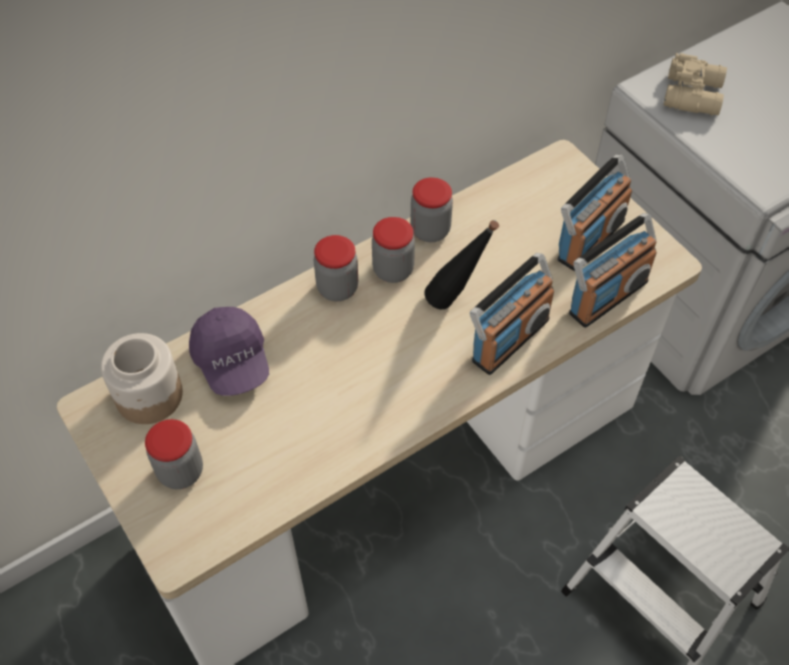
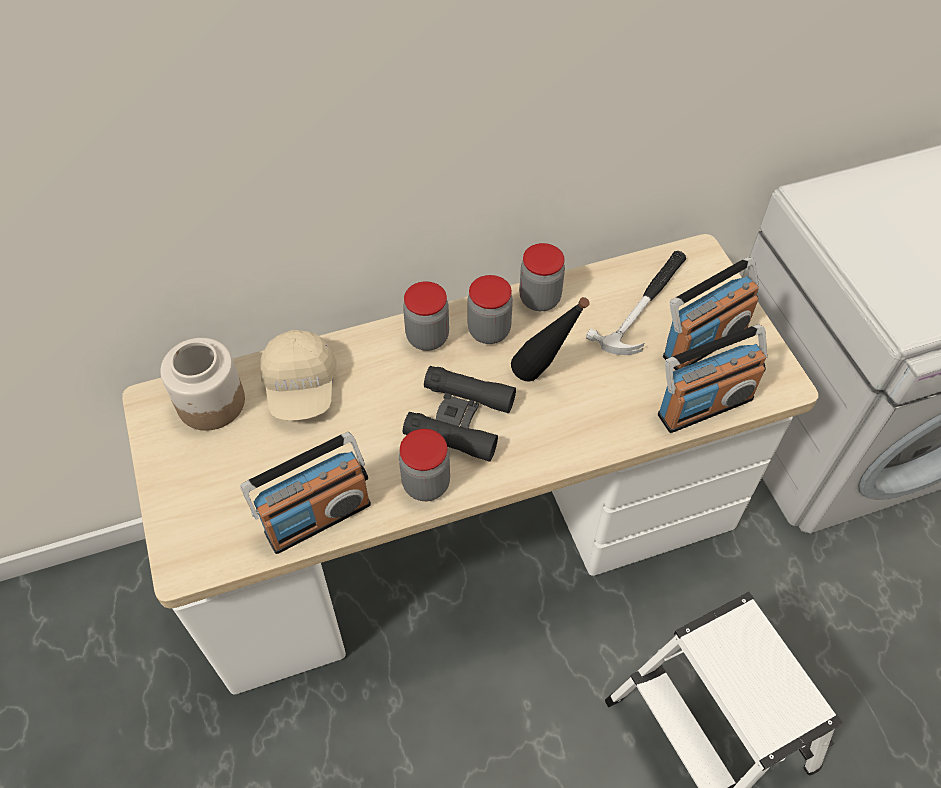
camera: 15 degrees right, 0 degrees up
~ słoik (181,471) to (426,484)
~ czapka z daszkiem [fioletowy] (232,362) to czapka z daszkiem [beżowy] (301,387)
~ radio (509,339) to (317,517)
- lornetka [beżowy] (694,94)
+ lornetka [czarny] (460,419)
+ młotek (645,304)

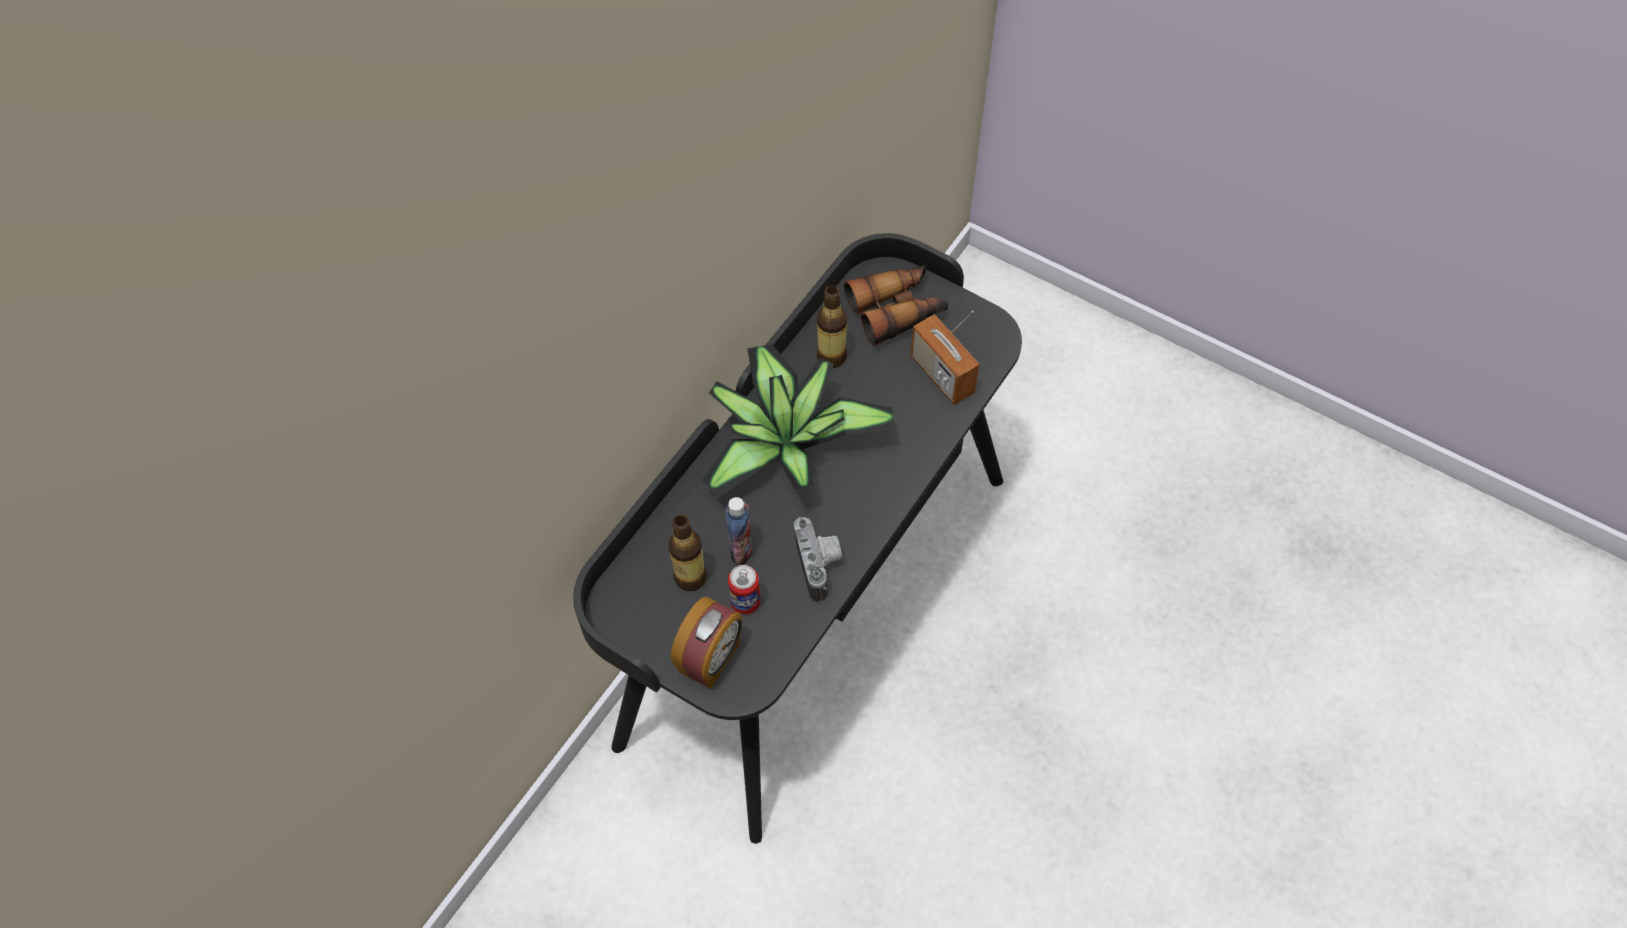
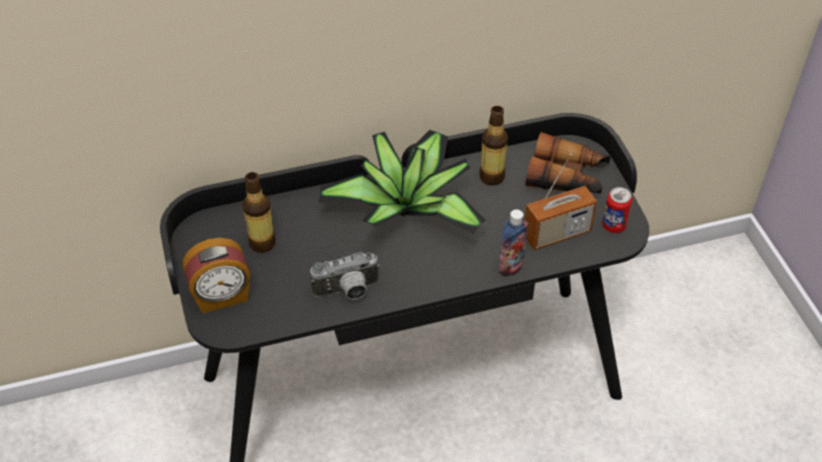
camera: 40 degrees right, 10 degrees down
~ butelka (741,550) to (511,267)
~ puszka (745,602) to (613,226)
~ aparat fotograficzny (820,566) = (348,292) 45 degrees clockwise
~ radio (942,375) = (557,234) 120 degrees counterclockwise

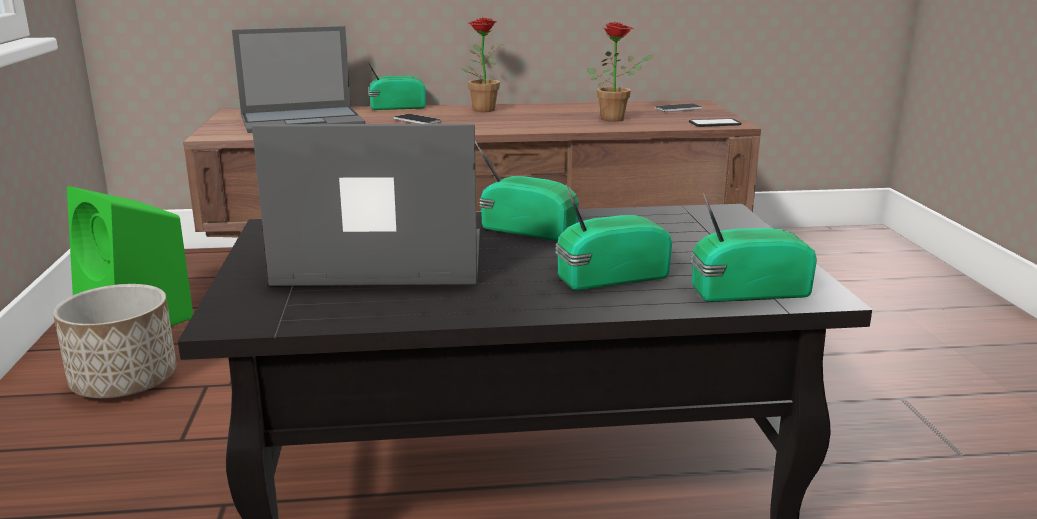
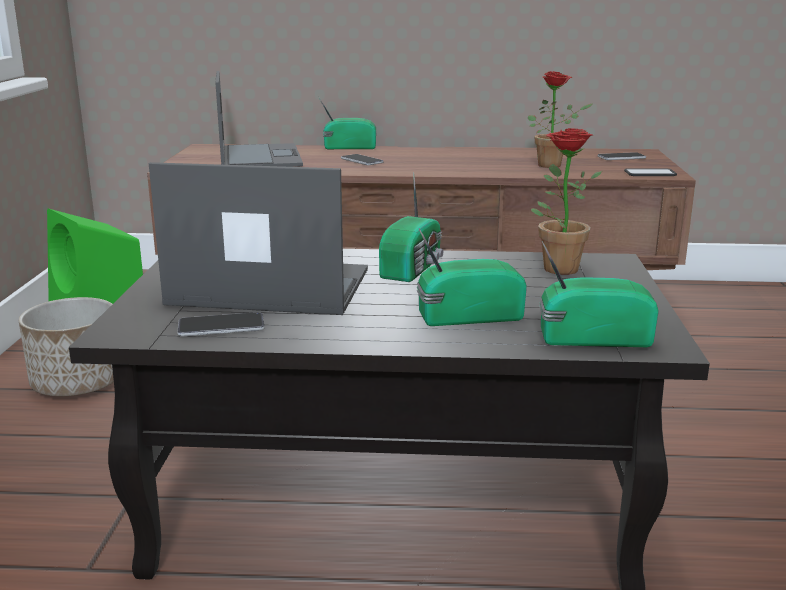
camera: 10 degrees right, 0 degrees up
~ laptop (303,120) = (259,157) 90 degrees counterclockwise
~ roślina doniczkowa (481,109) to (556,267)
~ radio (527,229) = (414,268) 75 degrees clockwise
+ telefon (221,326)

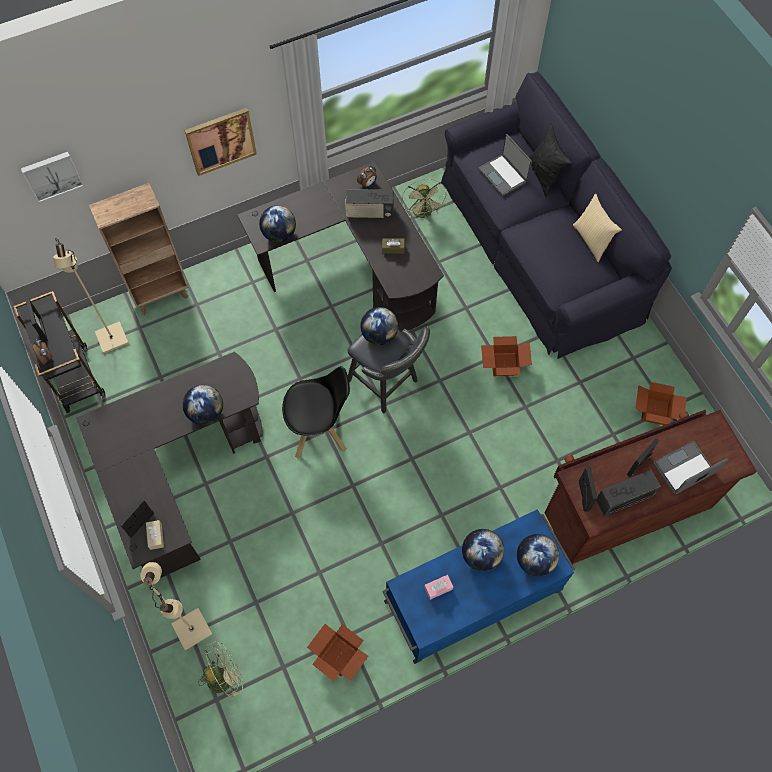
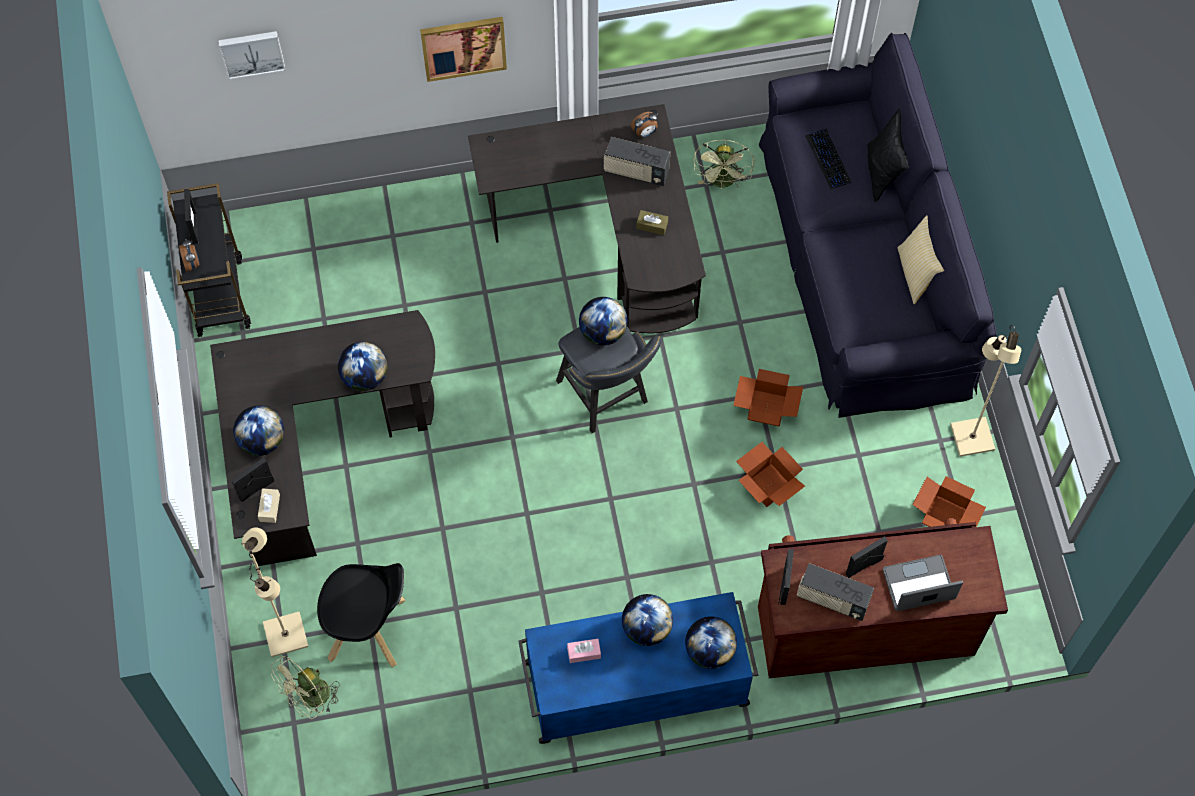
camera: 15 degrees right, 0 degrees up
~ lampa stojąca [beżowy] (112,337) to (972,437)
- regał [brązowy] (162,295)
~ wentylator [zielony] (224,676) = (310,698) 150 degrees clockwise
~ globus (279,234) to (262,440)
~ krzesło [czarny] (319,429) to (369,629)
~ karton (338,655) to (768,484)
~ laptop (503,175) to klawiatura (828,159)
~ radio (623,497) = (832,600) 150 degrees counterclockwise

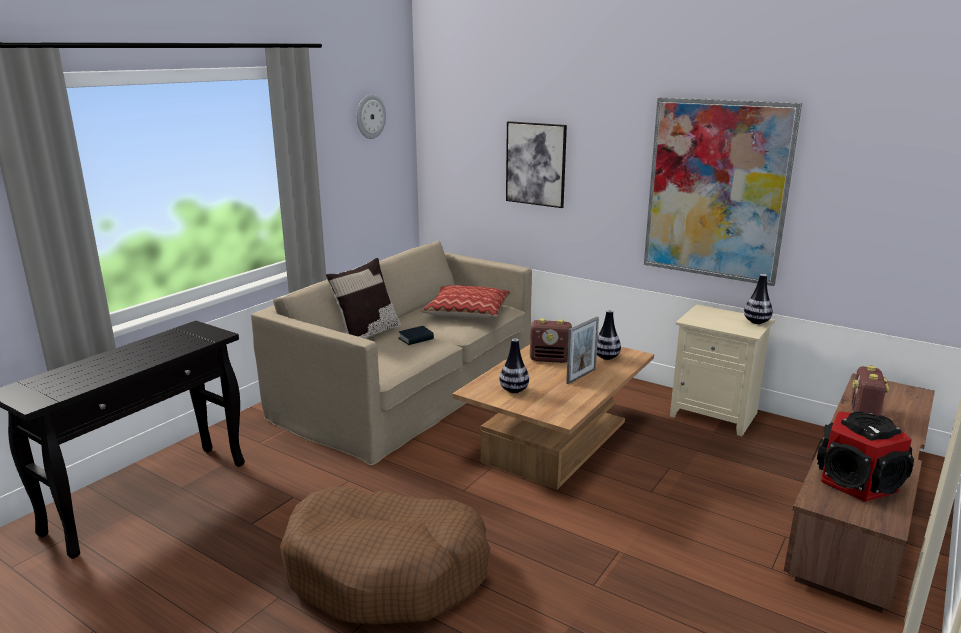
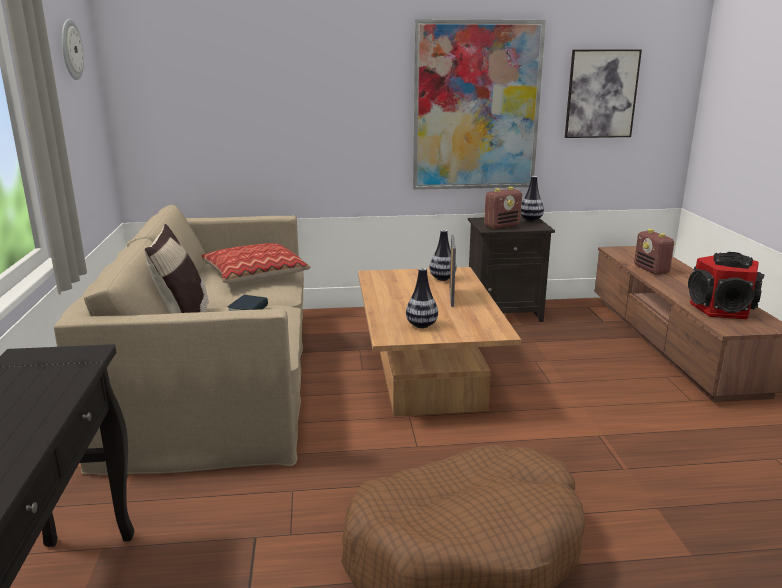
camera: 40 degrees left, 0 degrees up
~ obraz (536,164) to (601,94)
~ radio (550,359) to (502,226)
~ szafka nocna [beżowy] (715,414) to szafka nocna [czarny] (505,312)

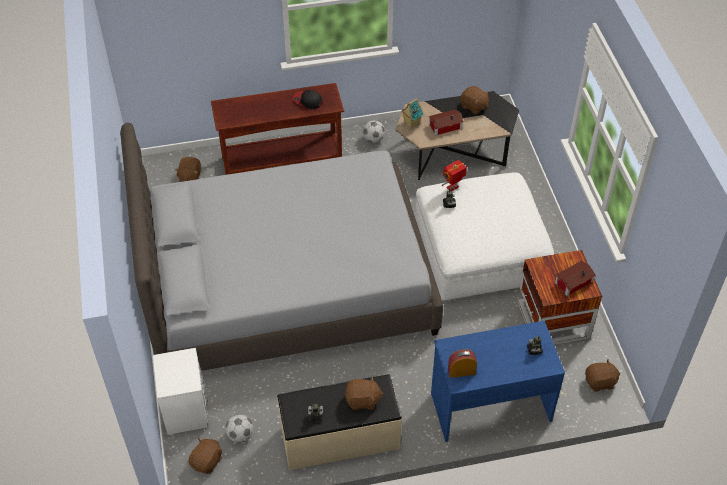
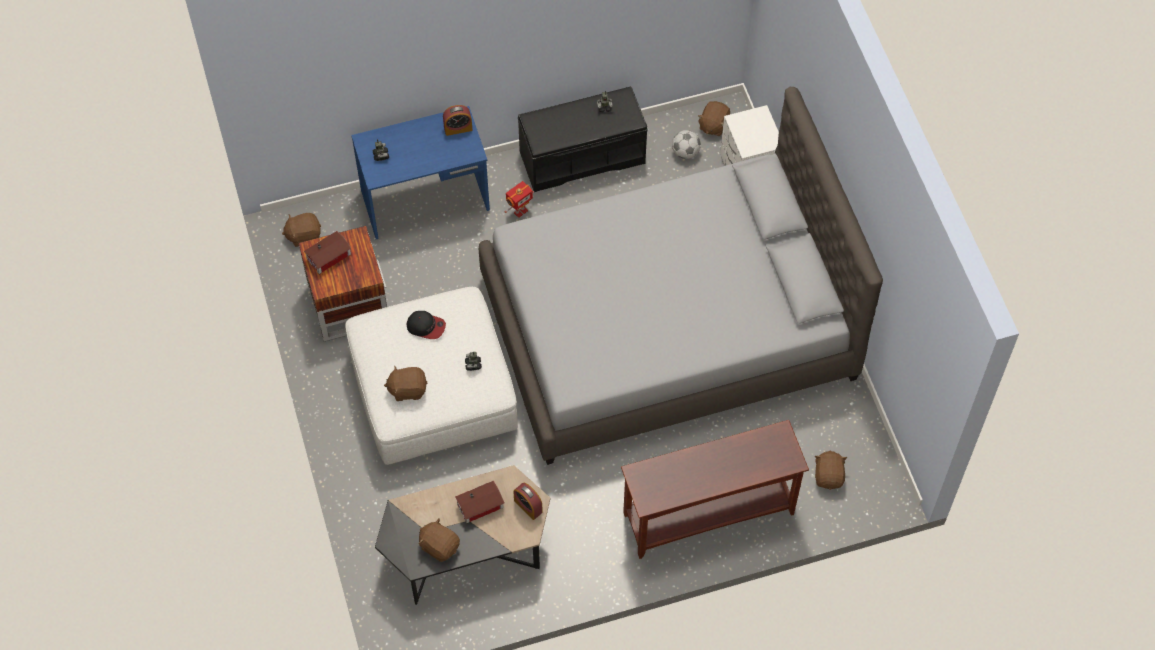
camera: 175 degrees right, 10 degrees up
~ ławka [beżowy] (340,438) to ławka [czarny] (582,156)
~ czapka z daszkiem (307,101) to (426,326)
~ pluszak [brązowy] (363,400) to (407,389)
- piłka futbolowa (373,139)
~ domek (411,124) to budzik (528,506)
~ robot zabawkowy (453,188) to (520,211)

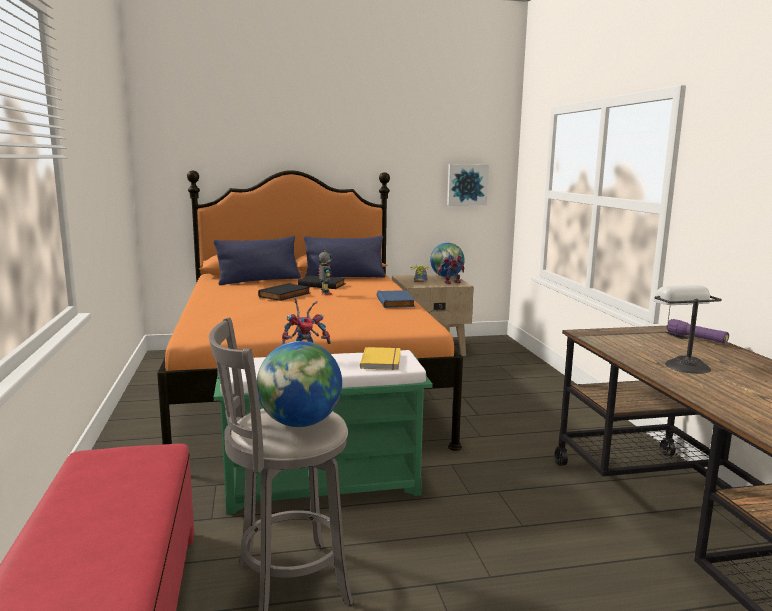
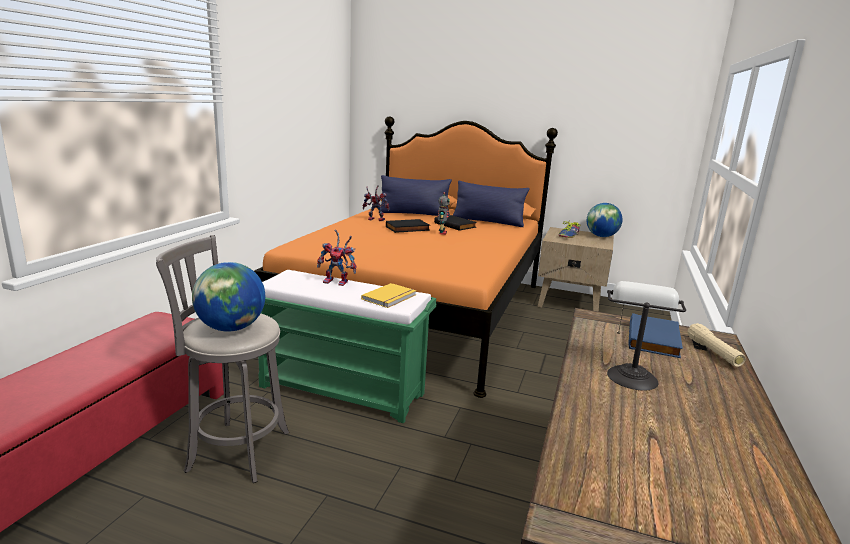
camera: 30 degrees right, 5 degrees up
~ książka [niebieski] (396,302) to (655,340)
~ robot zabawkowy (451,283) to (374,220)
- obraz (466,184)
~ latarka [fioletowy] (696,339) to latarka [beżowy] (713,353)

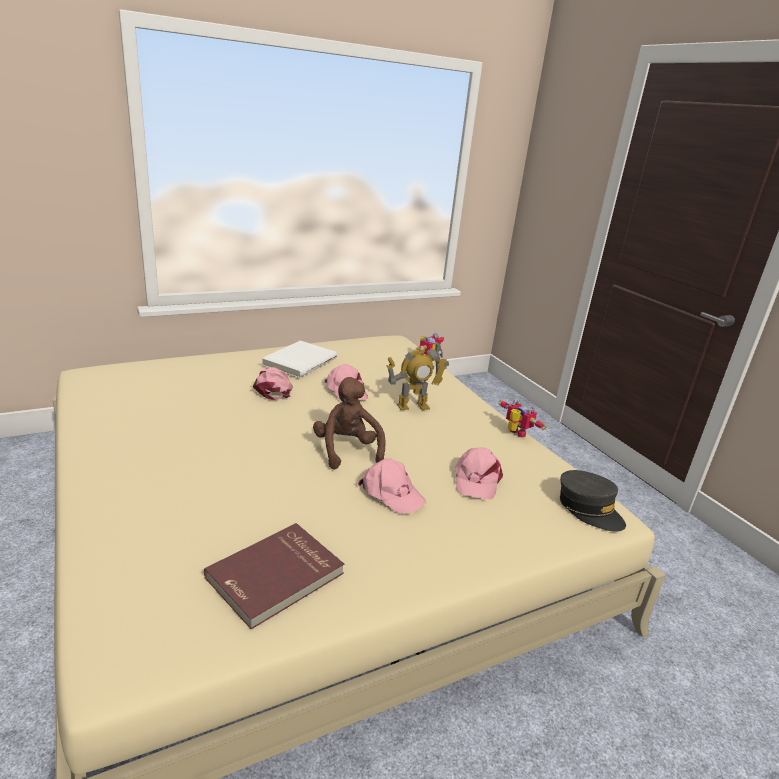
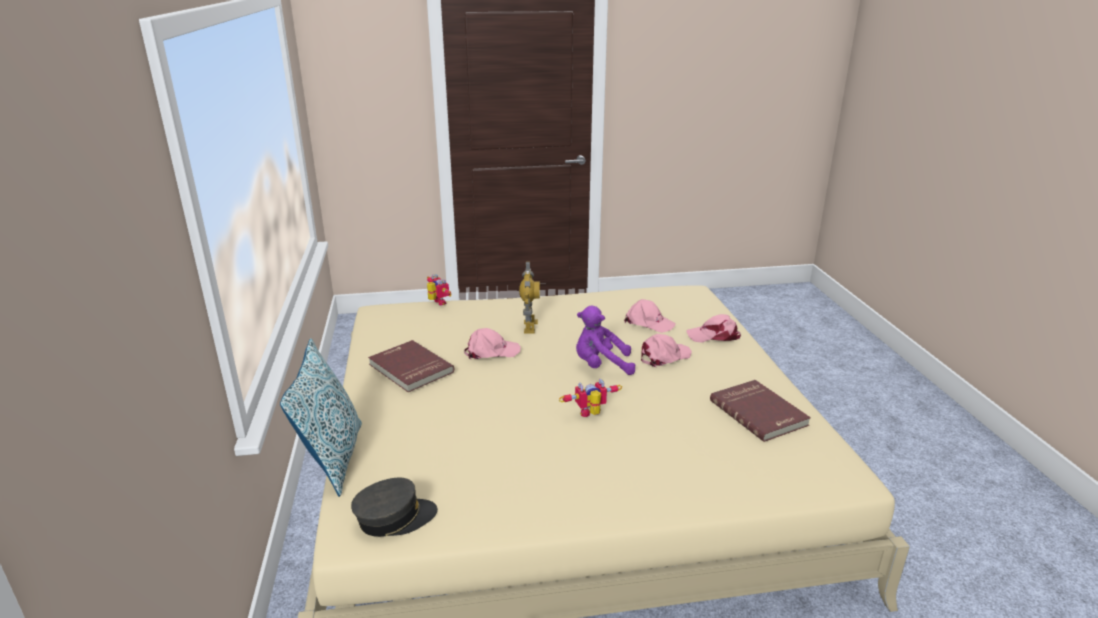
camera: 70 degrees left, 0 degrees up
~ czapka z daszkiem [różowy] (273,388) to (714,336)
~ książka [biały] (298,361) to książka [czerwony] (409,369)
~ pluszak [brązowy] (347,450) to pluszak [fioletowy] (601,366)
~ robot zabawkowy (515,433) to (591,415)
~ czapka z daszkiem [szary] (589,509) to (395,518)
+ poduszka (333,458)

